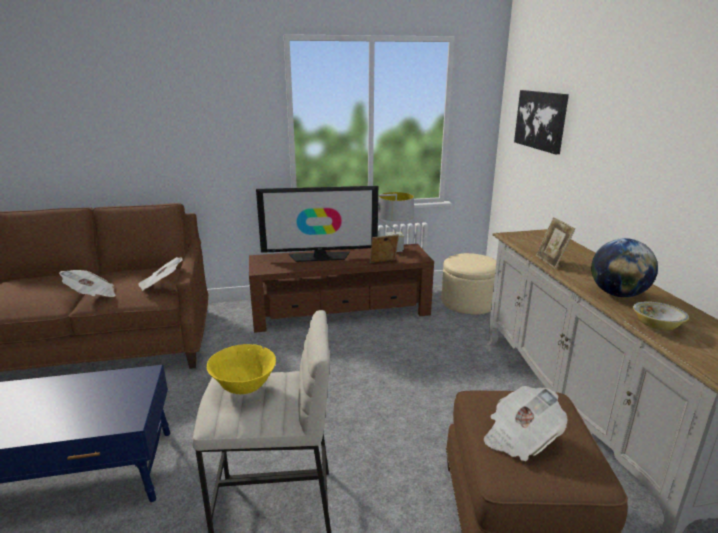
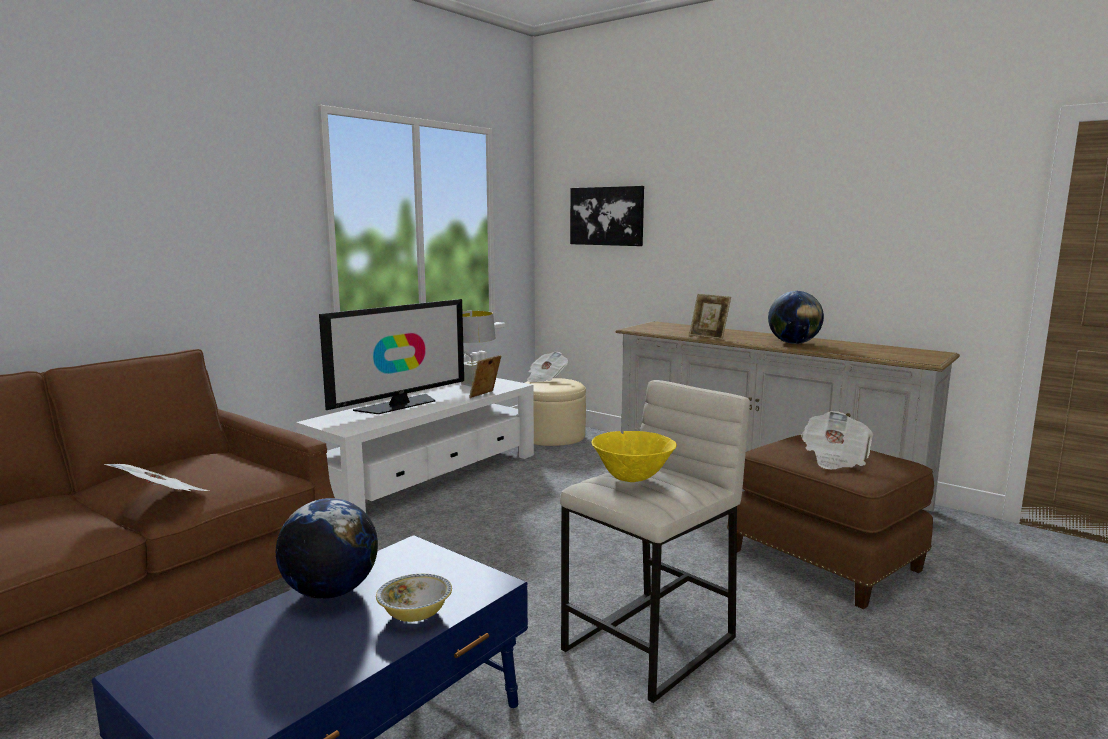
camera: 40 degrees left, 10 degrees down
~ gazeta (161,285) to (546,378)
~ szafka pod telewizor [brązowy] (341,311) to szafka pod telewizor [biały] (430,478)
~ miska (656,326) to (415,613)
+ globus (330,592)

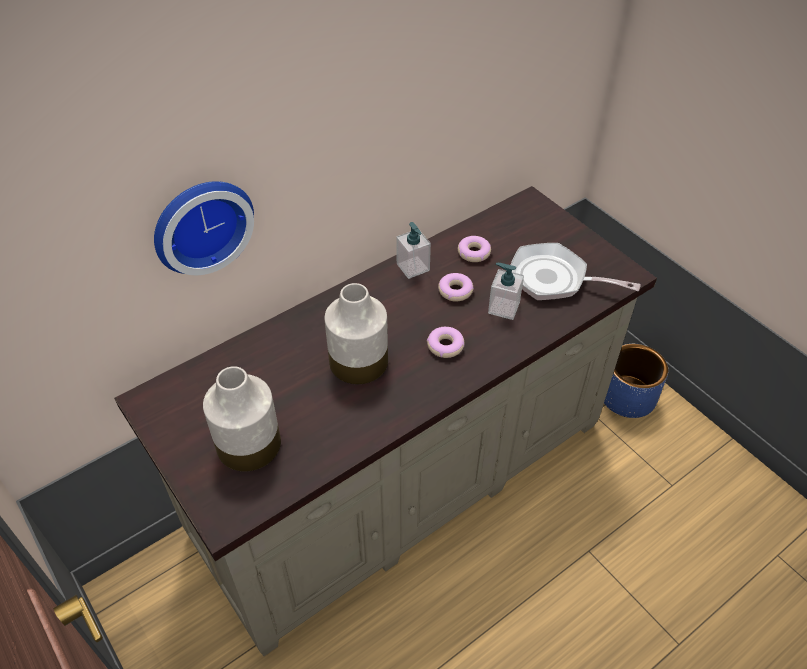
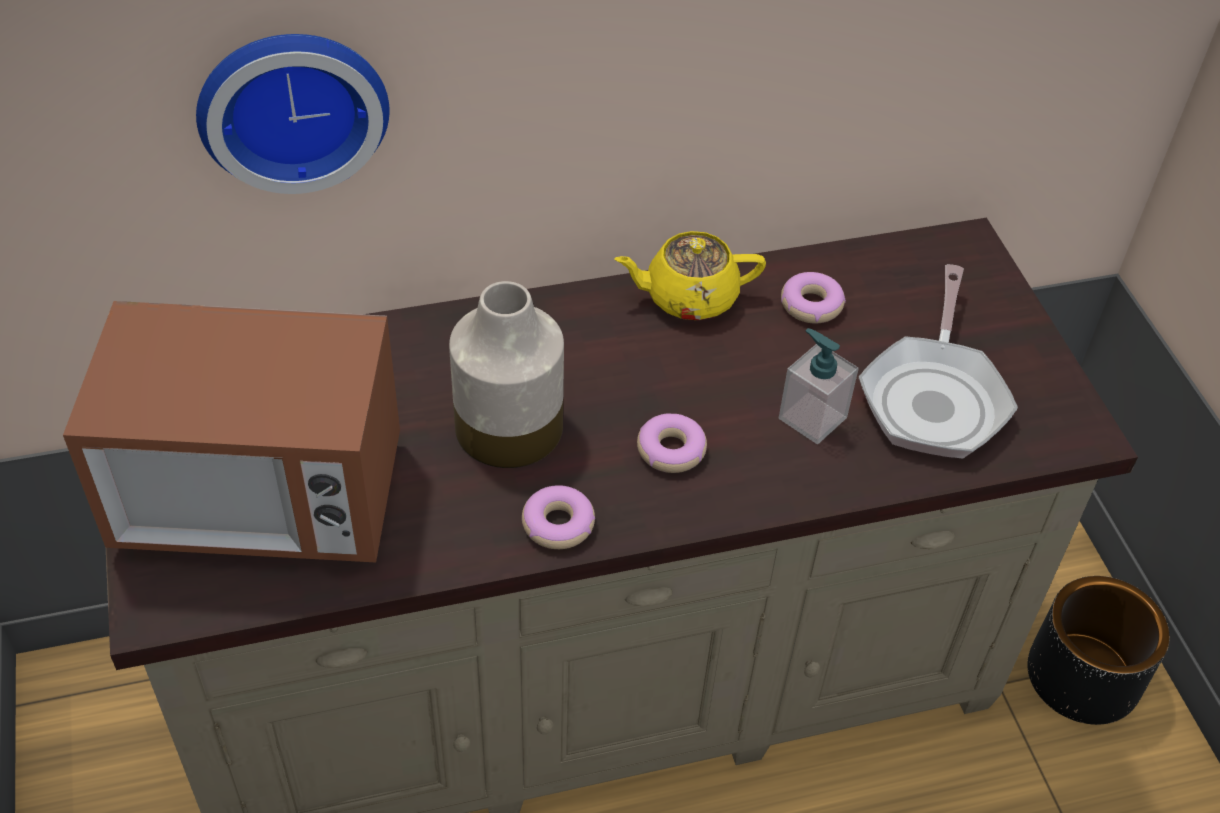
camera: 20 degrees right, 0 degrees up
~ wazon [beżowy] (249,443) to mikrofalówka (260,499)
~ dozownik mydła (413,267) to imbryk [żółty] (689,297)
~ donut (455,291) to (558,524)
~ patelnia (554,279) = (934,397) 120 degrees counterclockwise
~ donica [niebieski] (628,396) to donica [czarny] (1083,677)

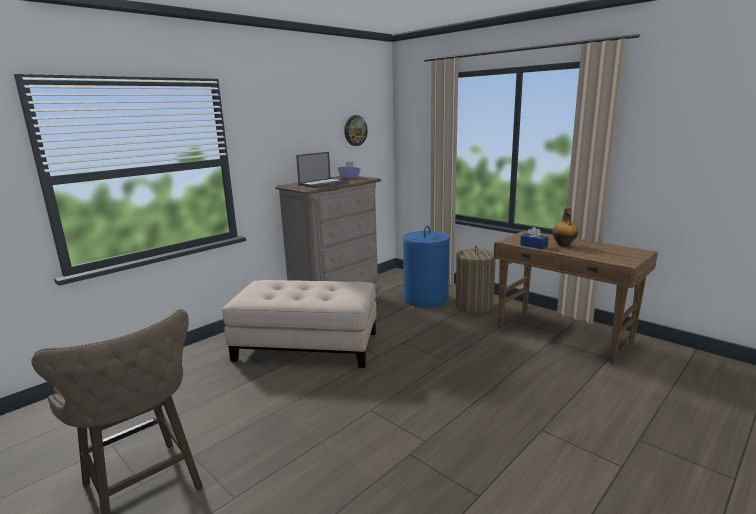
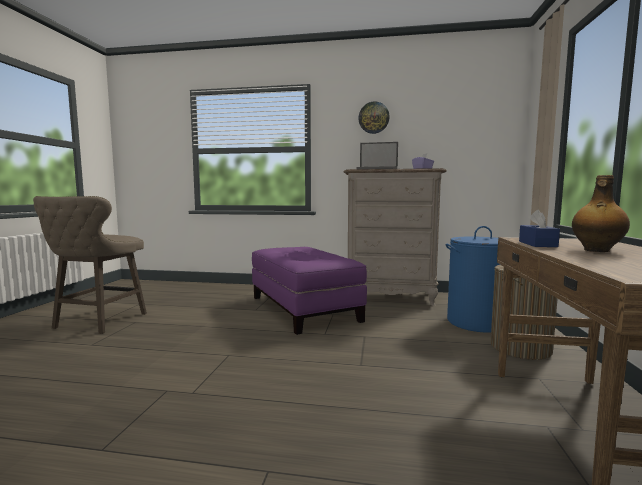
camera: 55 degrees right, 10 degrees down
~ pufa [beżowy] (307,345) to pufa [fioletowy] (304,308)
~ zegar ścienny (355,130) to (373,117)

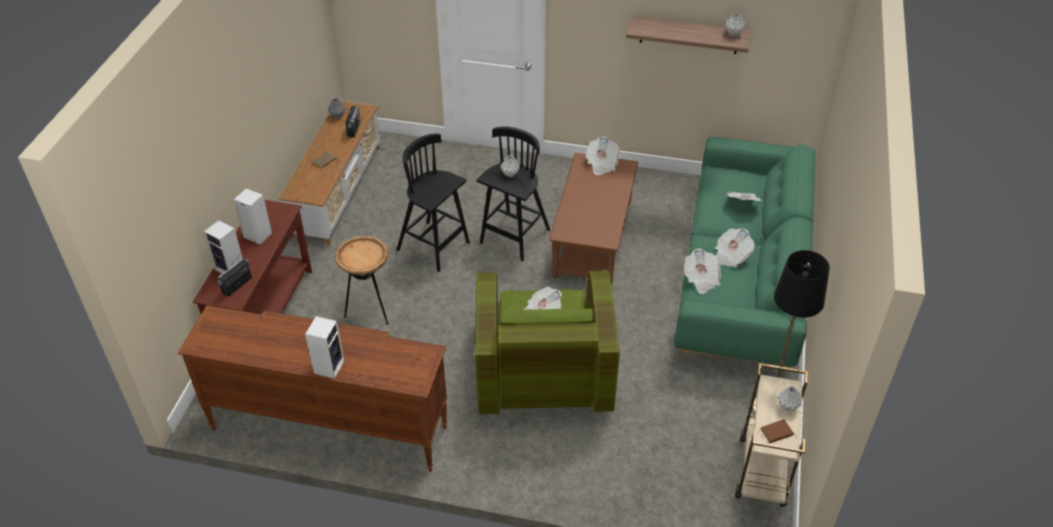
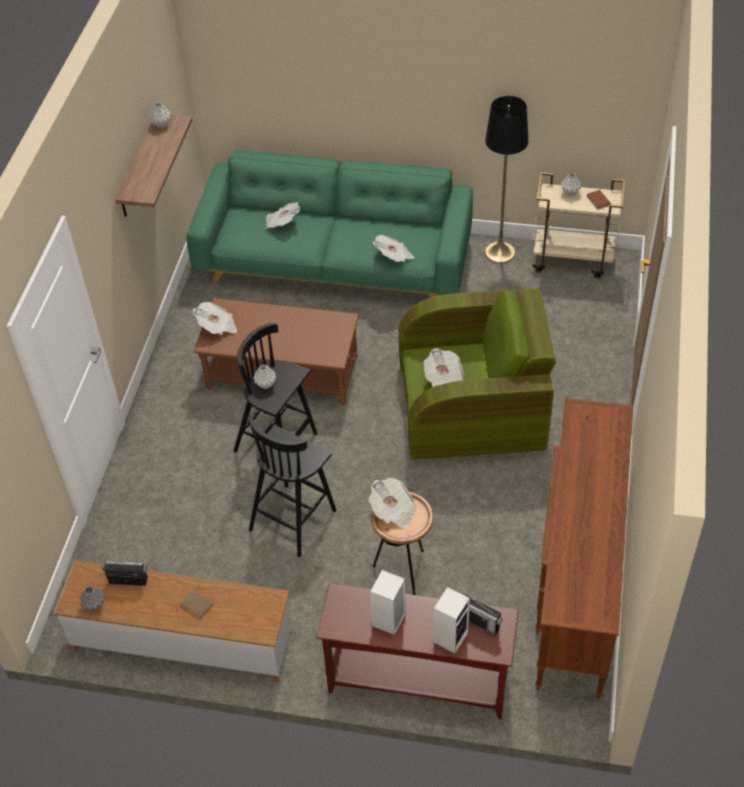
camera: 90 degrees left, 5 degrees up
- głośnik (329,366)
~ gazeta (731,255) to (393,511)

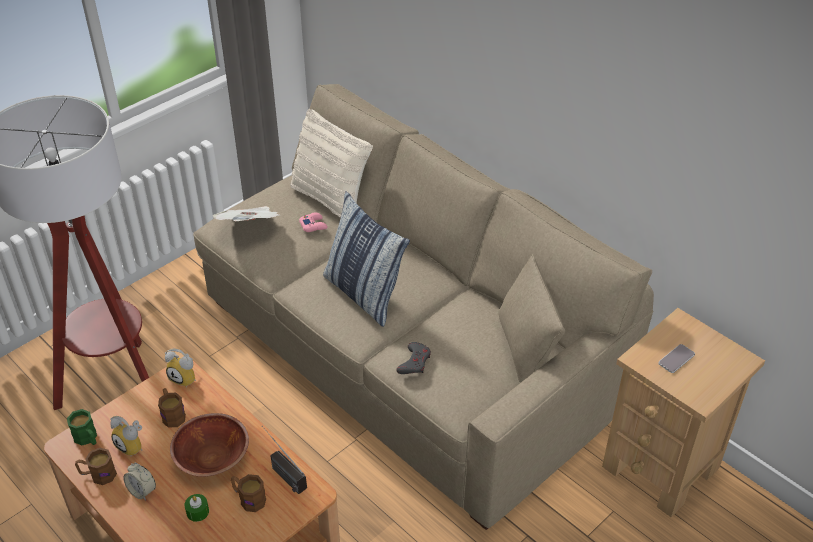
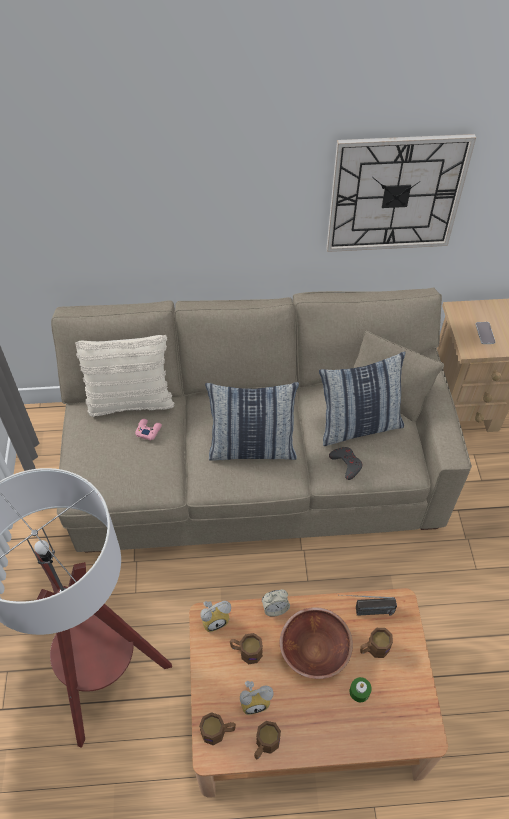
camera: 50 degrees left, 10 degrees up
~ kubek [zielony] (87,438) to kubek [brązowy] (218,732)
~ budzik (142,491) to (275,608)
- gazeta (250,227)
+ poduszka (359,426)
+ zegar ścienny (395,194)

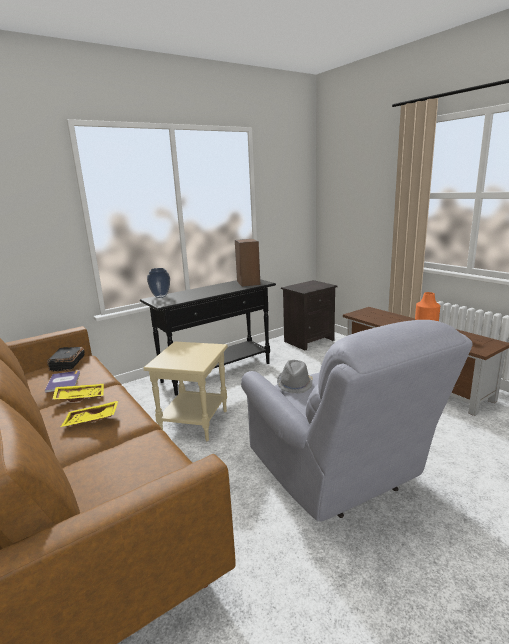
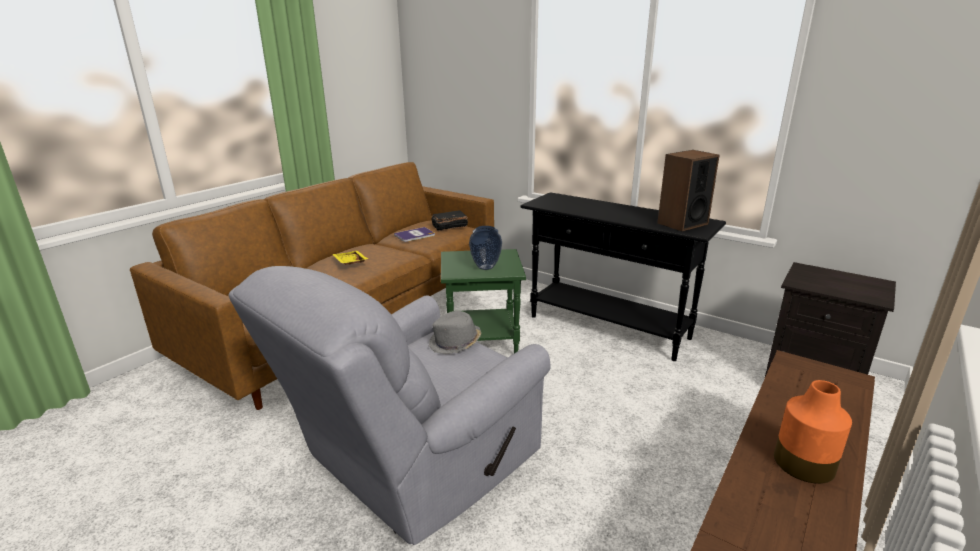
camera: 70 degrees right, 5 degrees up
- taca [żółty] (80,397)
~ stolik [beżowy] (194,422) to stolik [zielony] (483,342)
~ wazon (161,296) to (486,267)

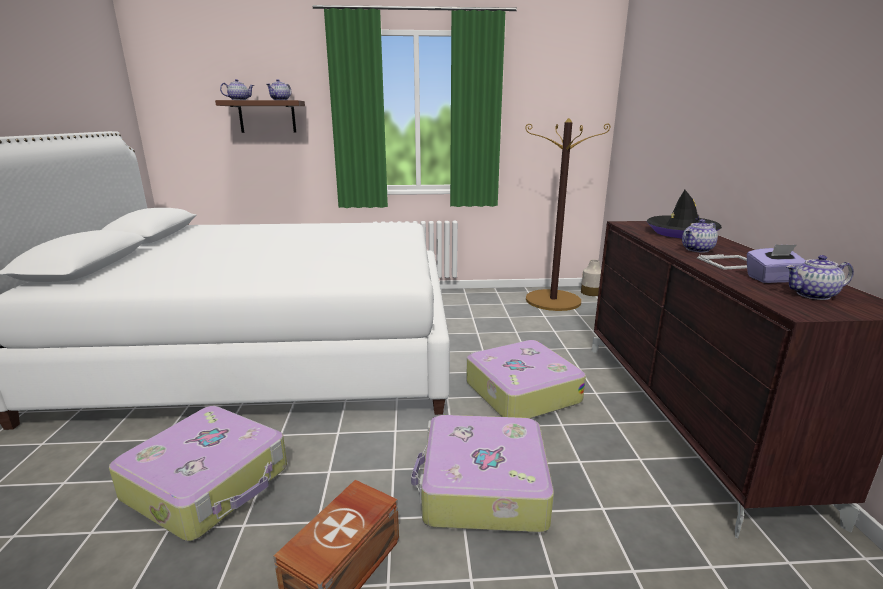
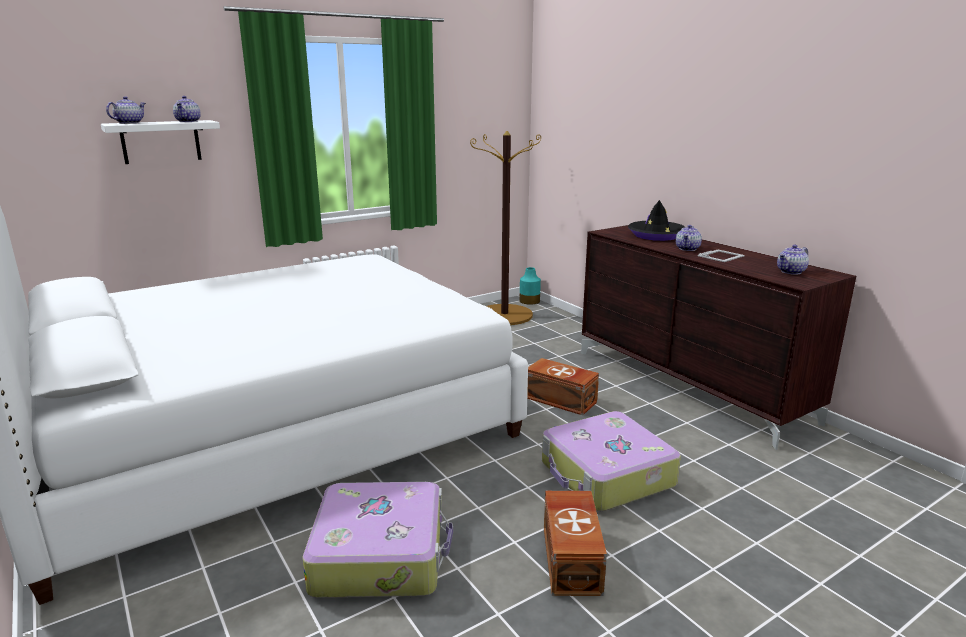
camera: 30 degrees left, 0 degrees up
~ półka [brązowy] (267,117) to półka [biały] (161,141)
~ walizka (520,392) to pojemnik do przechowywania [brązowy] (561,400)
~ wazon [beżowy] (591,292) to wazon [turkusowy] (529,301)
- pudełko chusteczek [fioletowy] (773,279)

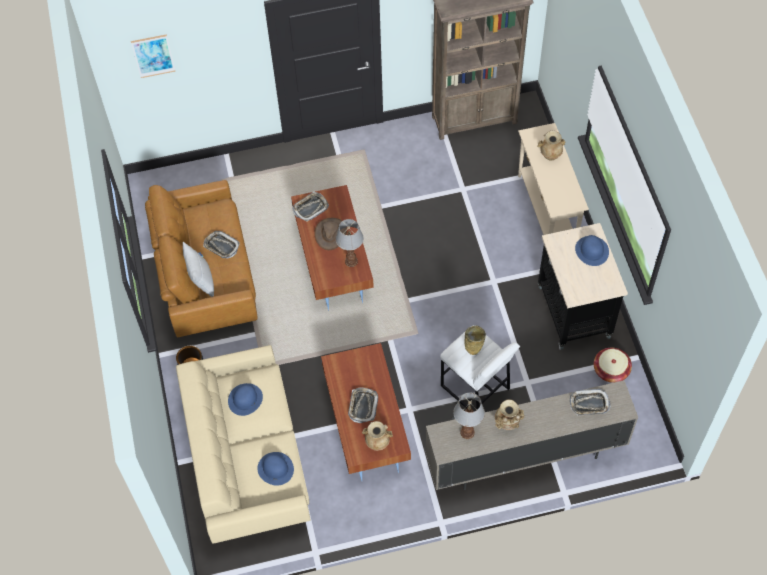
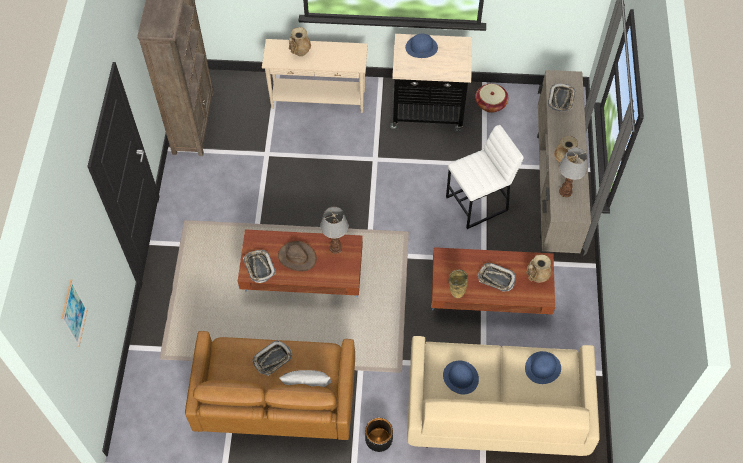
camera: 75 degrees left, 0 degrees up
~ wazon [beżowy] (474,349) to (456,292)

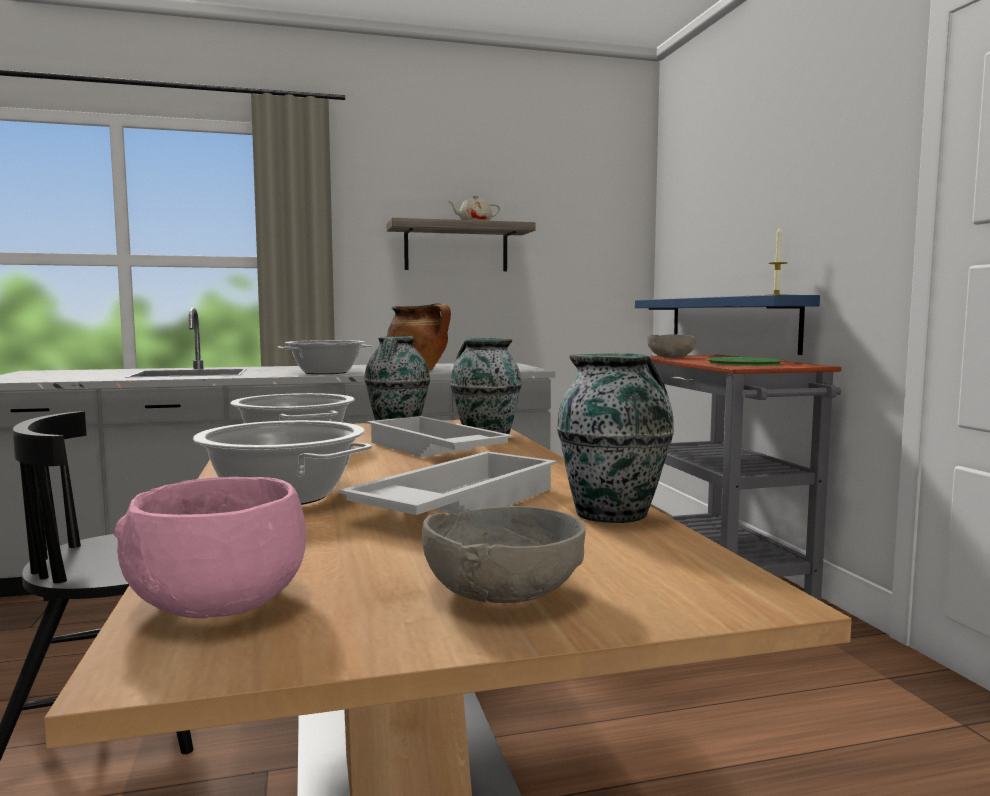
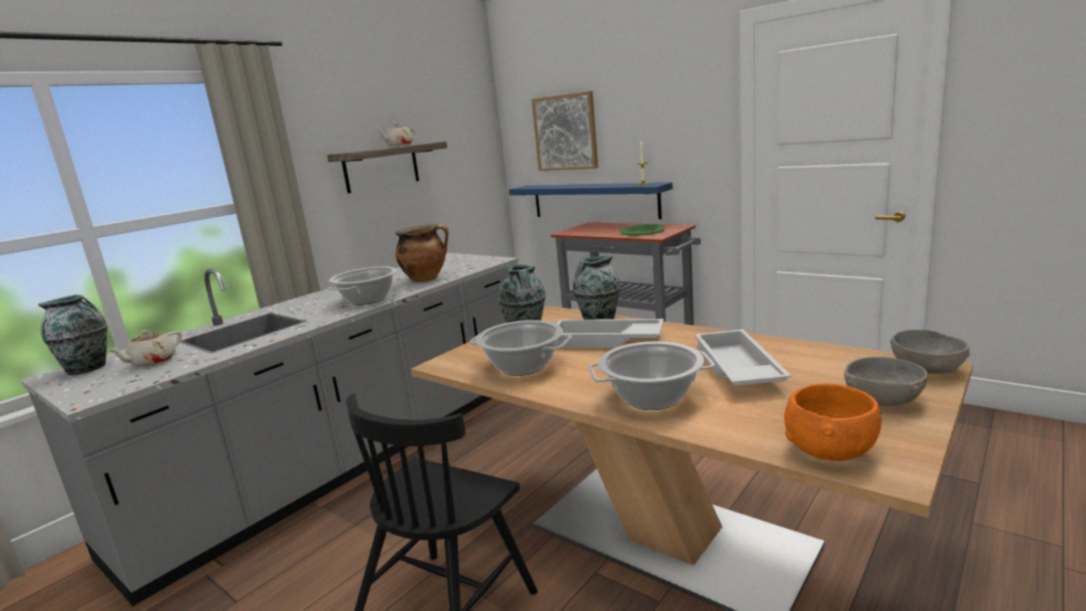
camera: 35 degrees left, 10 degrees up
~ miska [różowy] (218,604) to miska [pomarańczowy] (831,451)
~ wazon (614,514) to (88,368)
~ miska [szary] (671,357) to (927,368)
+ imbryk [beżowy] (152,362)
+ obraz (565,132)

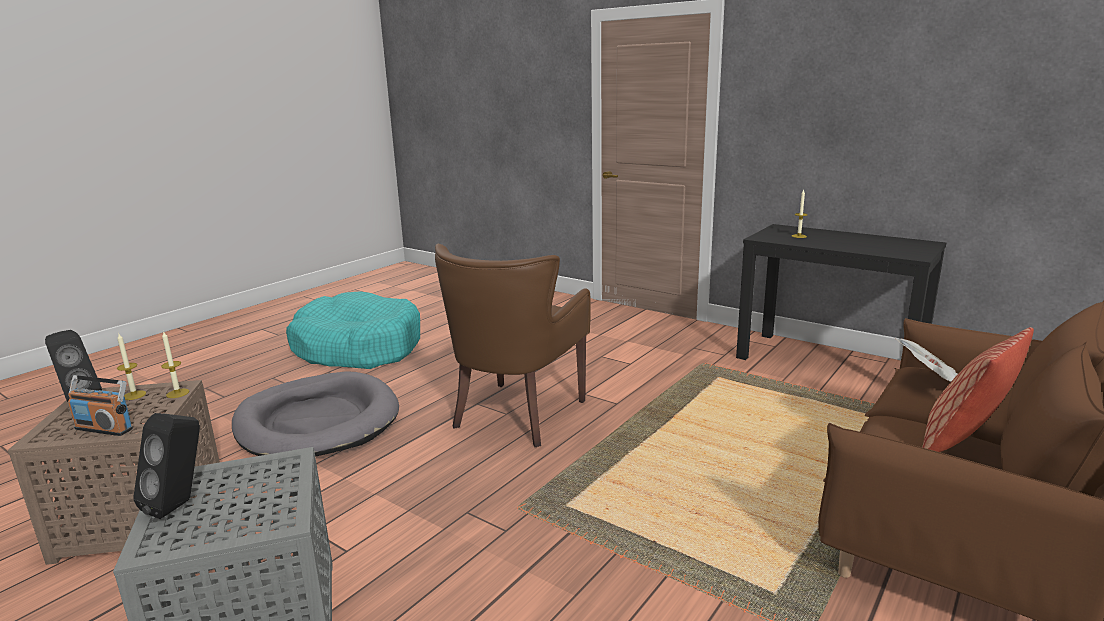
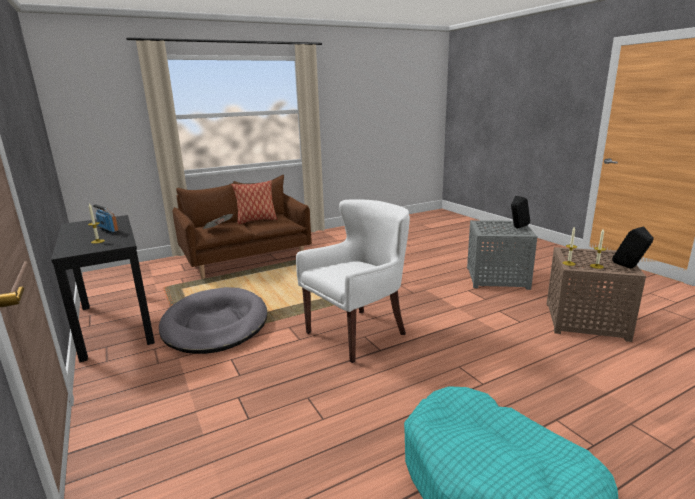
camera: 155 degrees left, 0 degrees up
~ radio (105,428) to (109,230)
~ legowisko [szary] (317,422) to (215,324)
~ fotel [brązowy] (517,415) to fotel [biały] (358,333)

